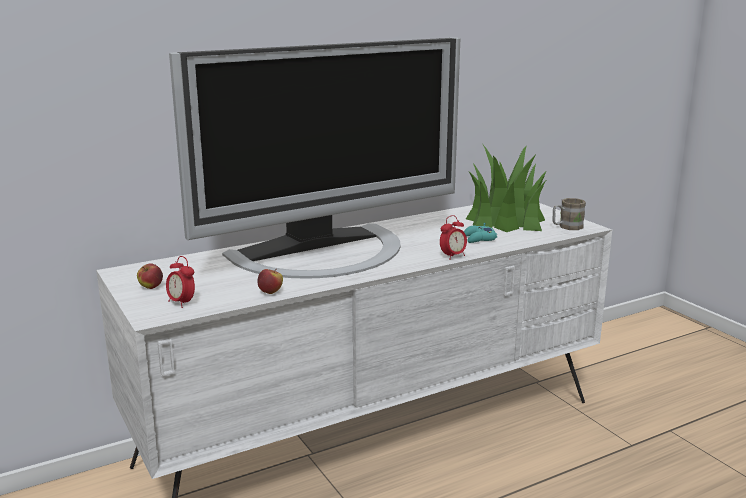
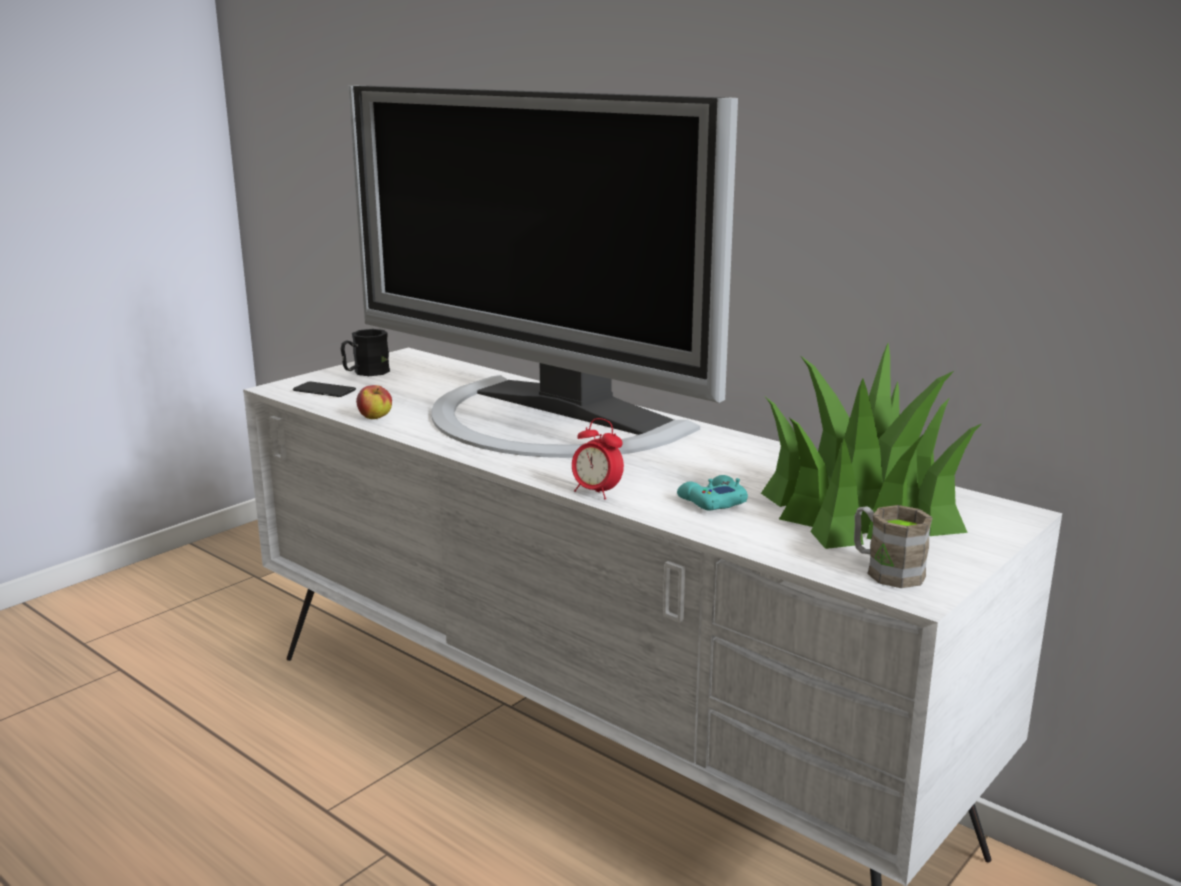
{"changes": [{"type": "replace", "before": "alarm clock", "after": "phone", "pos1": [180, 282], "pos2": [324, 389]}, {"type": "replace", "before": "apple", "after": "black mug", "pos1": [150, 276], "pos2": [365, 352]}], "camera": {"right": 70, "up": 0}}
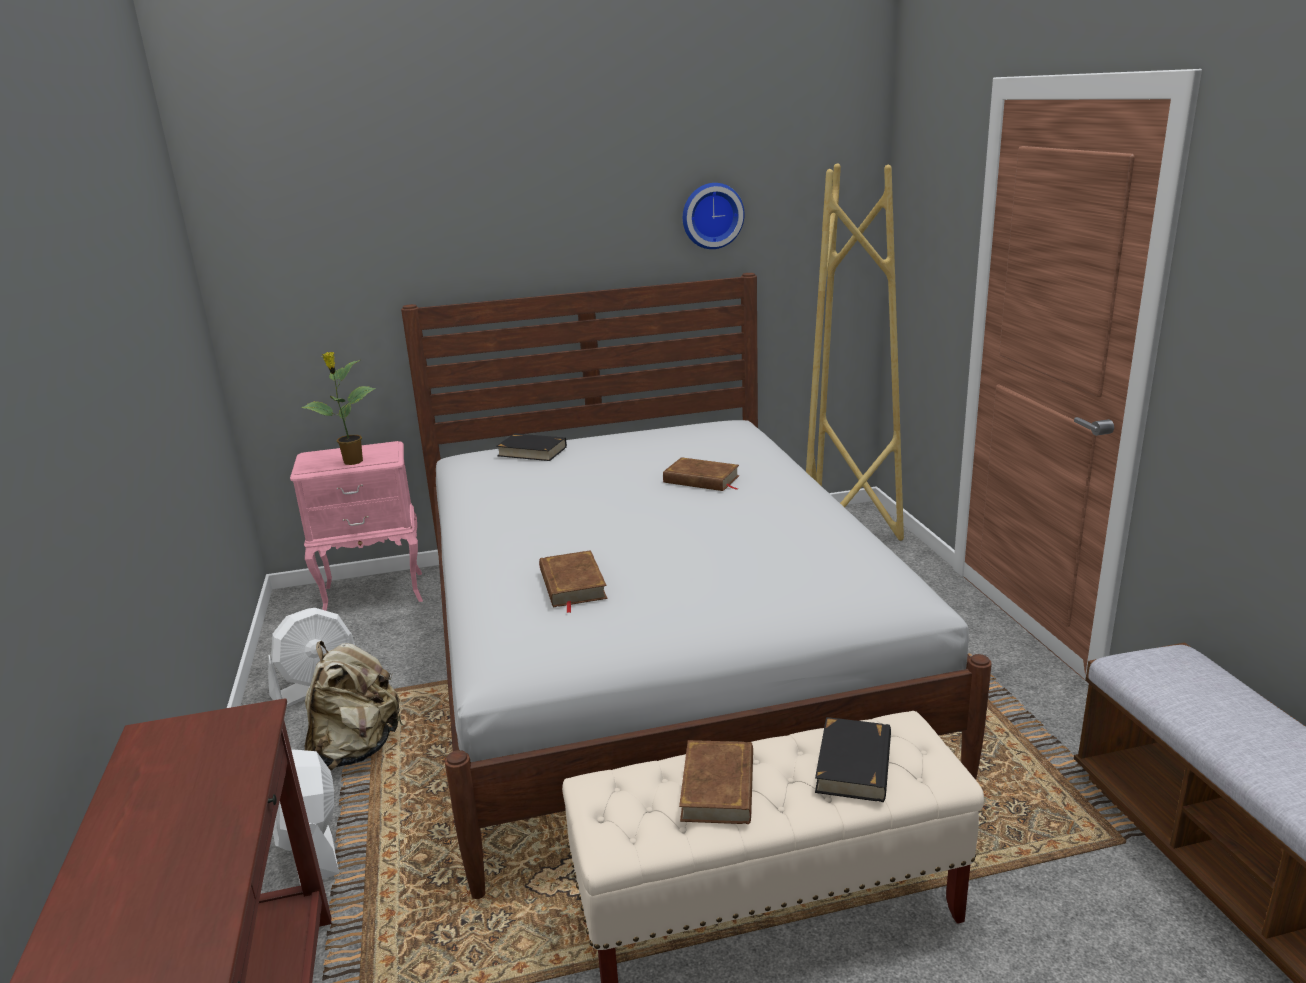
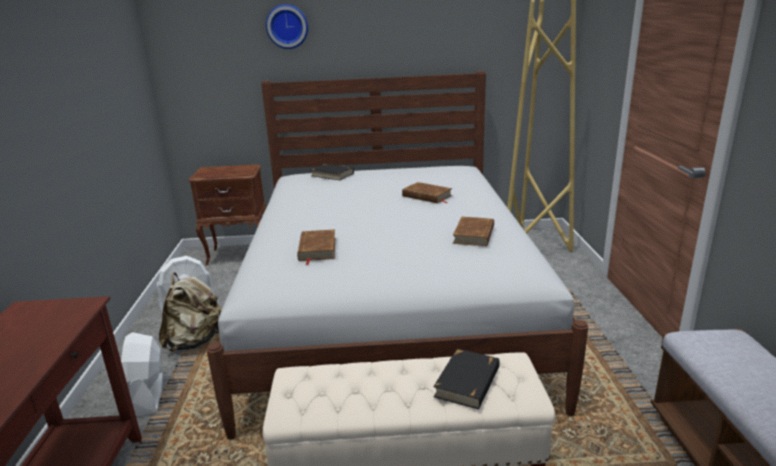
{"changes": [{"type": "recolor", "before": "pink nightstand", "after": "brown nightstand", "pos1": [356, 526], "pos2": [227, 215]}, {"type": "move", "before": "wall clock", "pos1": [713, 216], "pos2": [287, 26]}, {"type": "move", "before": "brown book", "pos1": [716, 782], "pos2": [473, 231]}, {"type": "delete", "before": "potted plant", "pos1": [338, 408]}], "camera": {"right": 10, "up": 0}}
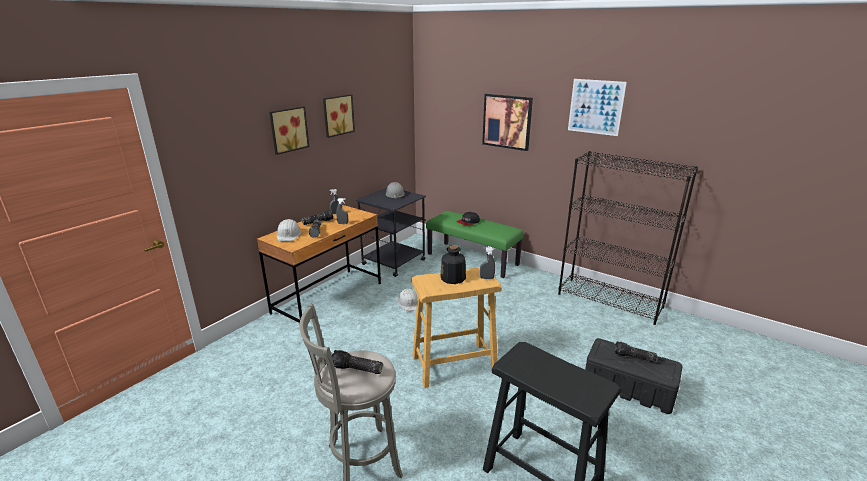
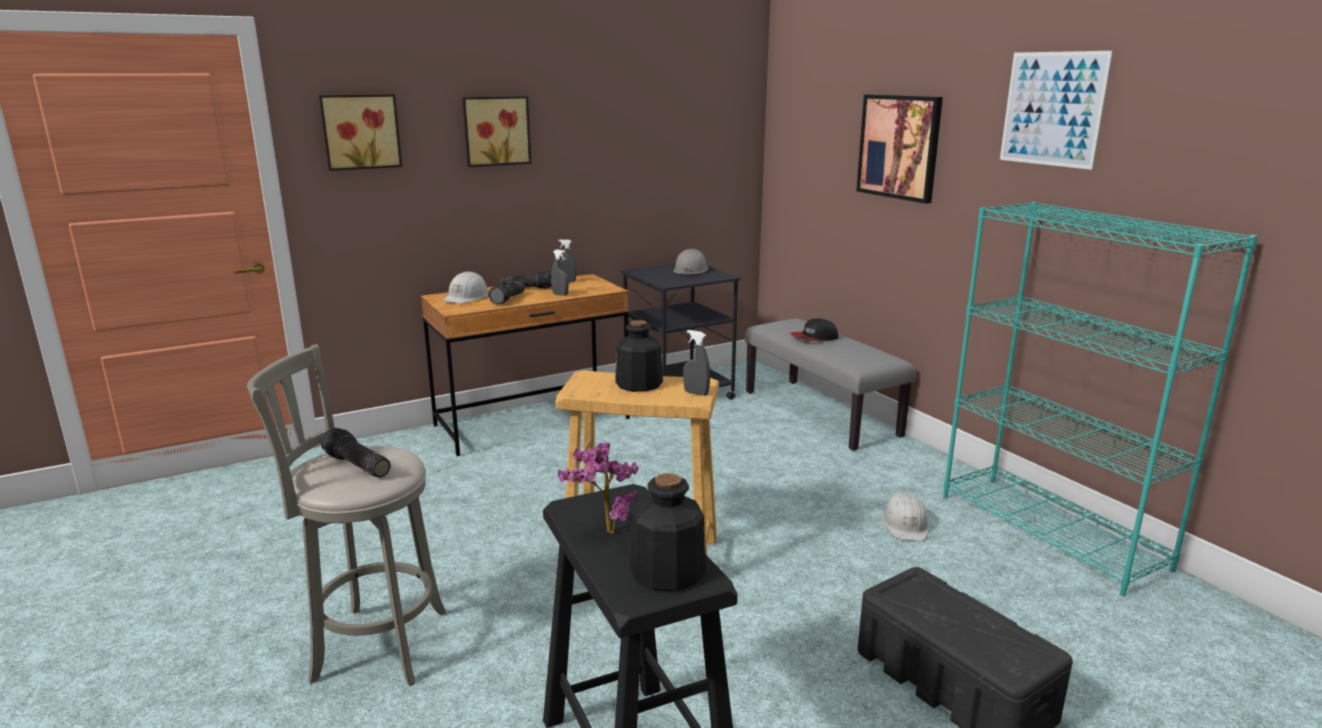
{"changes": [{"type": "move", "before": "picture", "pos1": [339, 116], "pos2": [360, 132]}, {"type": "insert", "after": "potted plant", "pos2": [598, 488]}, {"type": "insert", "after": "bottle", "pos2": [668, 532]}, {"type": "recolor", "before": "green bench", "after": "grey bench", "pos1": [475, 244], "pos2": [830, 384]}, {"type": "move", "before": "white hard hat", "pos1": [407, 300], "pos2": [905, 517]}, {"type": "recolor", "before": "black bookcase", "after": "turquoise bookcase", "pos1": [628, 238], "pos2": [1100, 399]}, {"type": "delete", "before": "flashlight", "pos1": [635, 351]}], "camera": {"right": 25, "up": -5}}
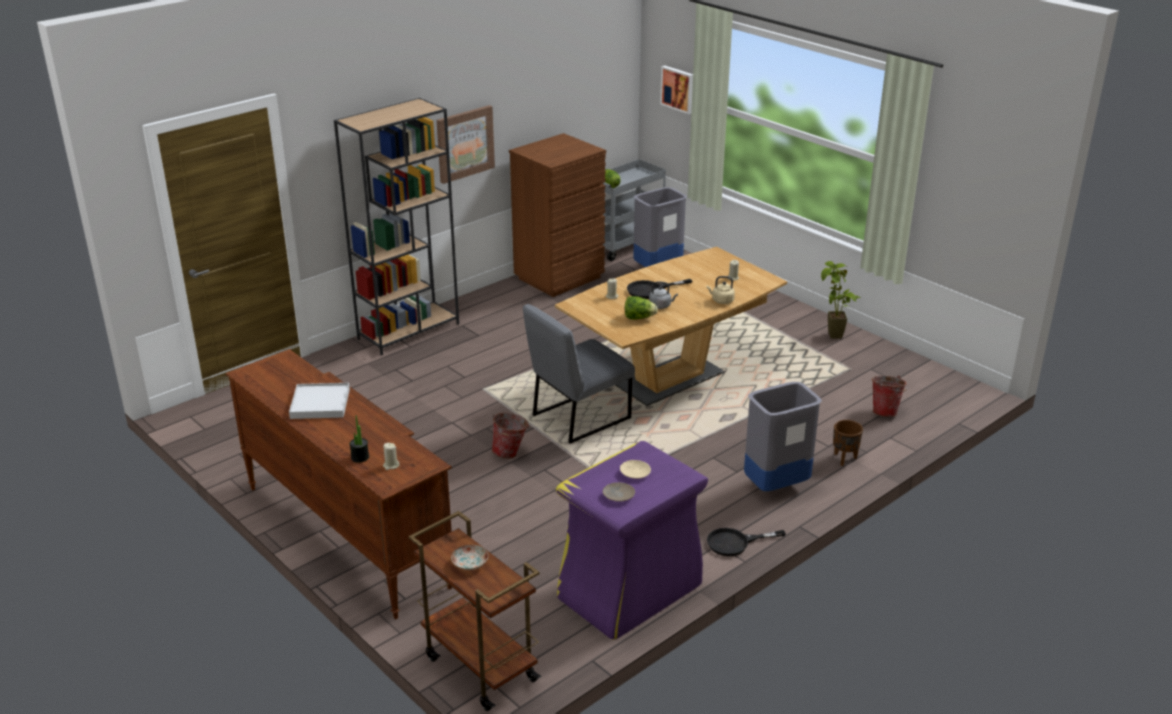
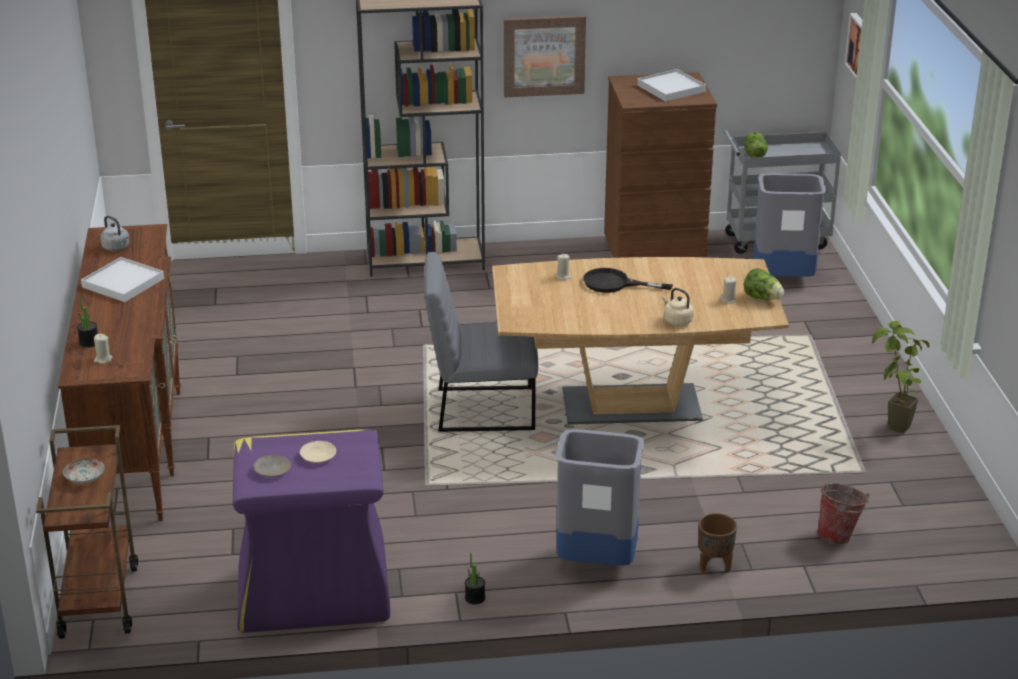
{"changes": [{"type": "move", "before": "grey kettle", "pos1": [663, 295], "pos2": [115, 233]}, {"type": "replace", "before": "black frying pan", "after": "potted plant", "pos1": [746, 542], "pos2": [475, 578]}, {"type": "insert", "after": "white tray", "pos2": [671, 85]}, {"type": "move", "before": "lettuce", "pos1": [641, 308], "pos2": [764, 284]}, {"type": "delete", "before": "bucket", "pos1": [510, 436]}], "camera": {"right": 35, "up": 0}}
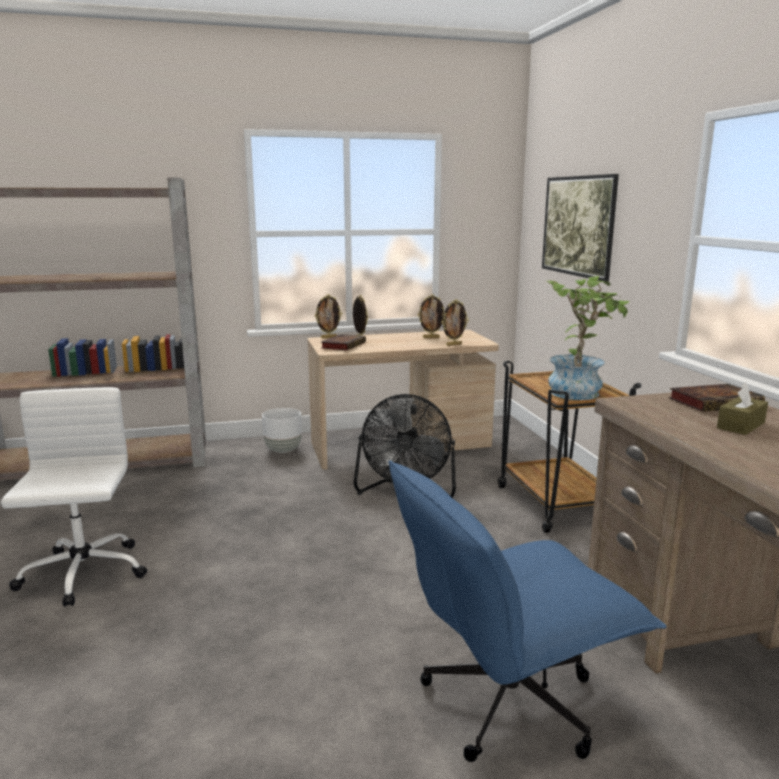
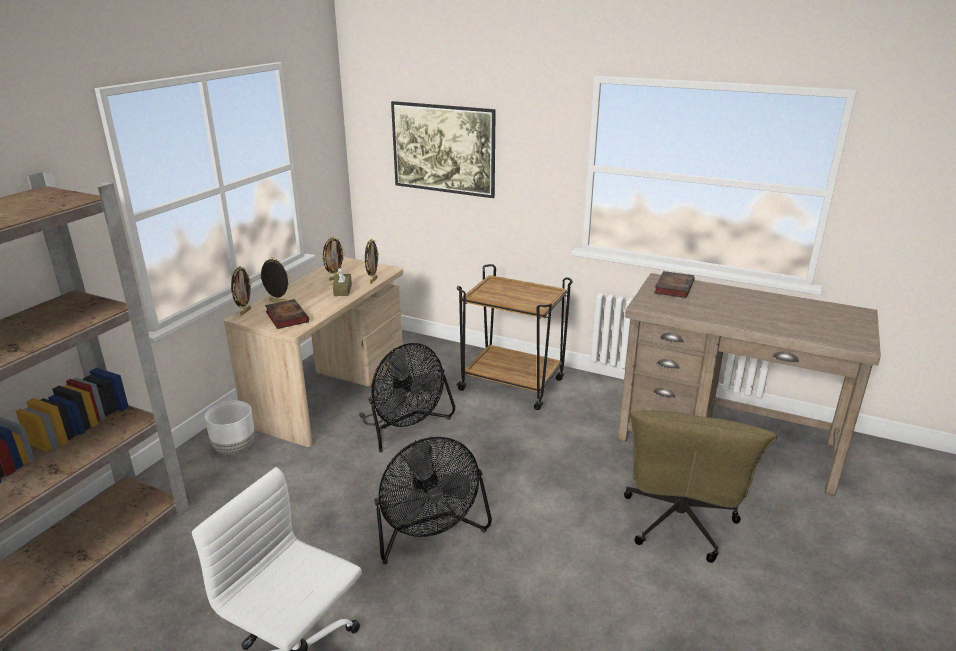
{"changes": [{"type": "move", "before": "brown tissue box", "pos1": [742, 408], "pos2": [342, 282]}, {"type": "insert", "after": "black fan", "pos2": [433, 500]}, {"type": "recolor", "before": "blue office chair", "after": "beige office chair", "pos1": [527, 611], "pos2": [700, 486]}, {"type": "delete", "before": "potted plant", "pos1": [588, 338]}], "camera": {"right": -50, "up": 10}}
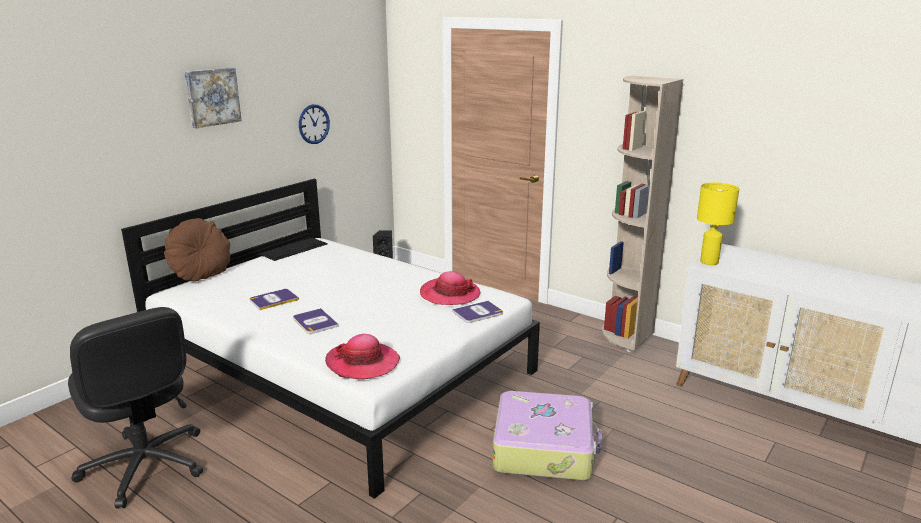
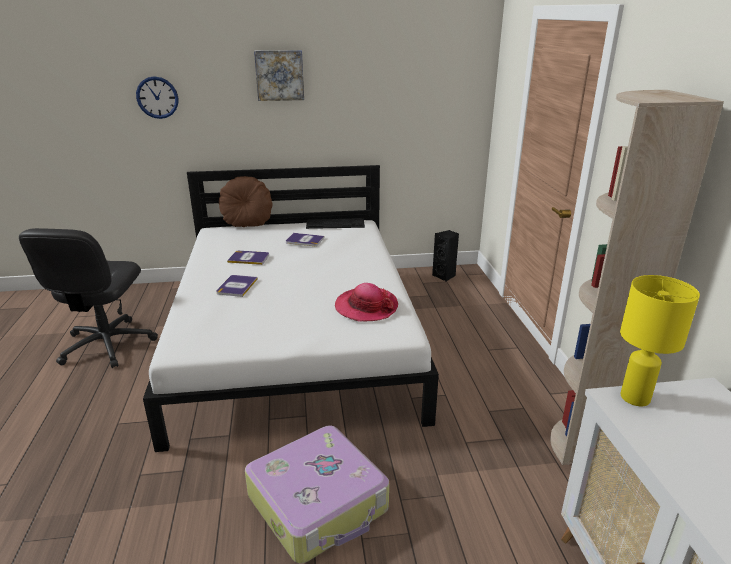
{"changes": [{"type": "move", "before": "wall clock", "pos1": [314, 124], "pos2": [157, 97]}, {"type": "move", "before": "book", "pos1": [477, 312], "pos2": [305, 239]}, {"type": "delete", "before": "hat", "pos1": [362, 356]}], "camera": {"right": 45, "up": 5}}
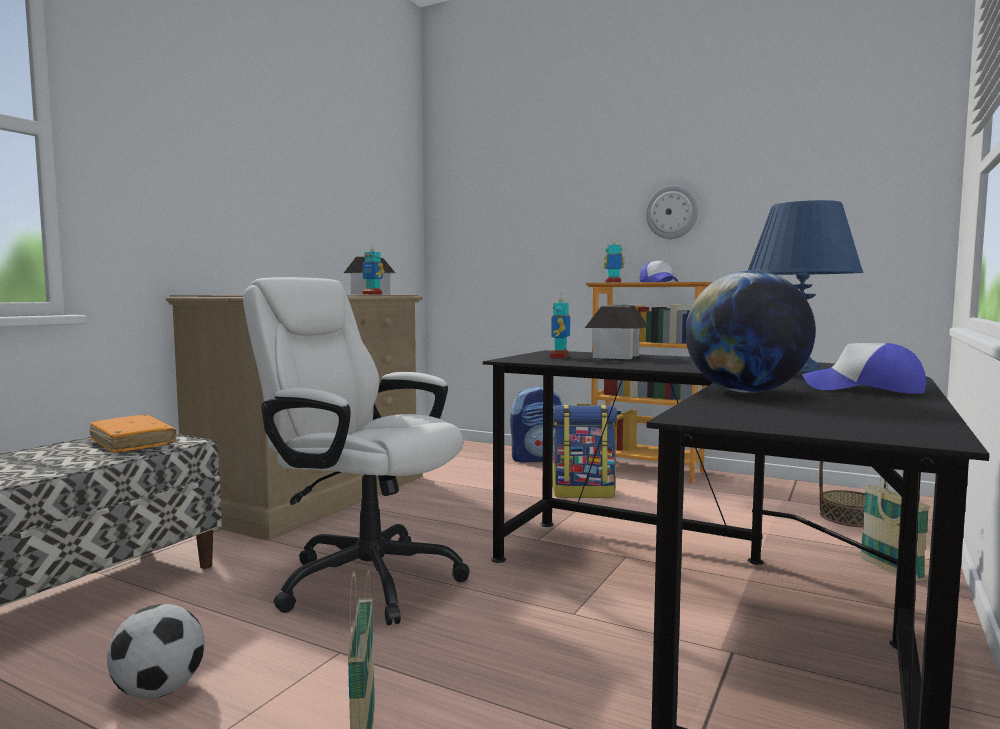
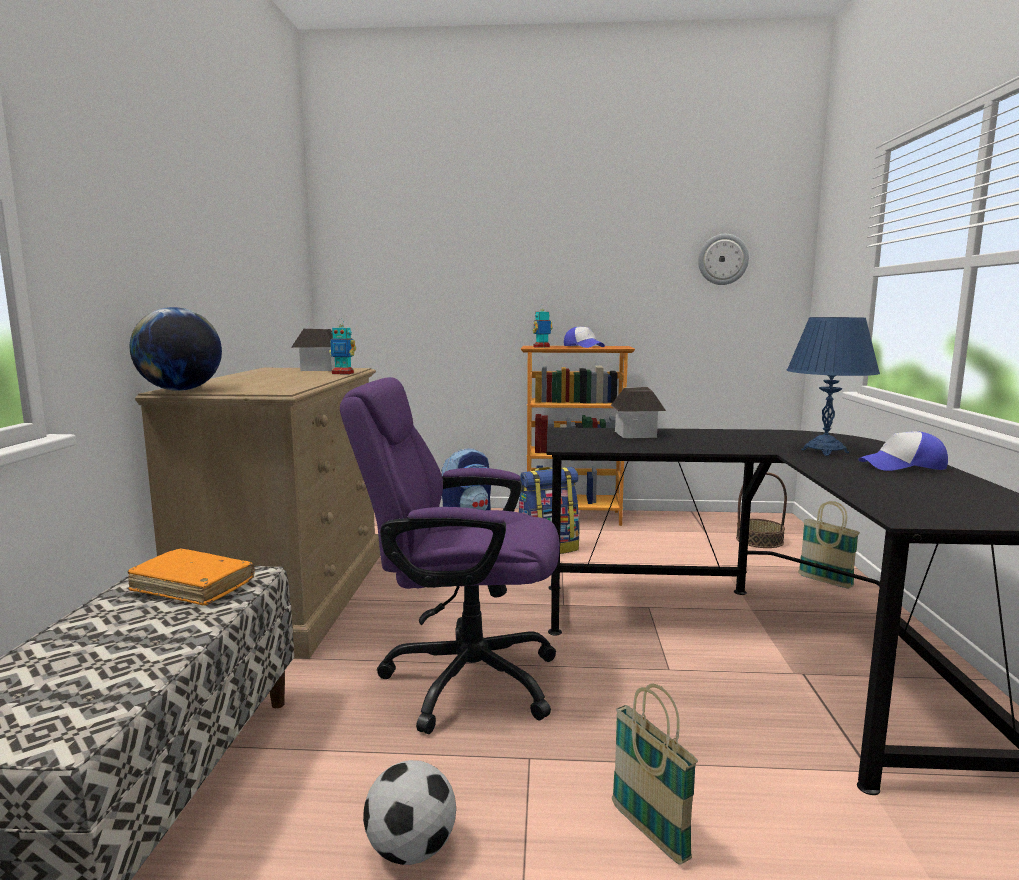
{"changes": [{"type": "move", "before": "globe", "pos1": [750, 331], "pos2": [176, 349]}, {"type": "recolor", "before": "white office chair", "after": "purple office chair", "pos1": [356, 451], "pos2": [450, 555]}, {"type": "move", "before": "wall clock", "pos1": [672, 212], "pos2": [723, 259]}, {"type": "delete", "before": "toy robot", "pos1": [560, 325]}], "camera": {"right": -25, "up": 5}}
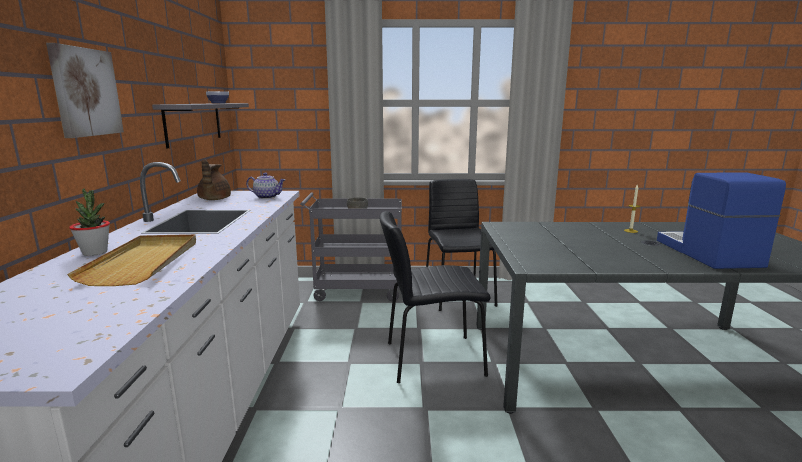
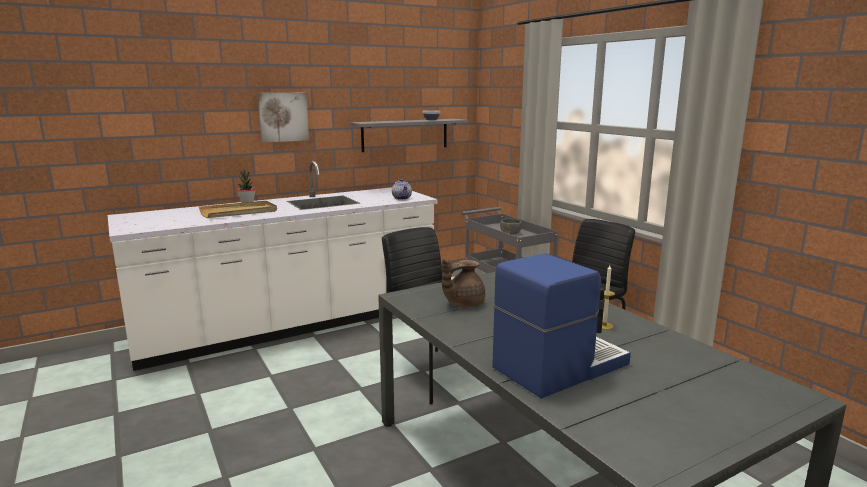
{"changes": [{"type": "move", "before": "brown teapot", "pos1": [214, 180], "pos2": [463, 283]}], "camera": {"right": 60, "up": 0}}
